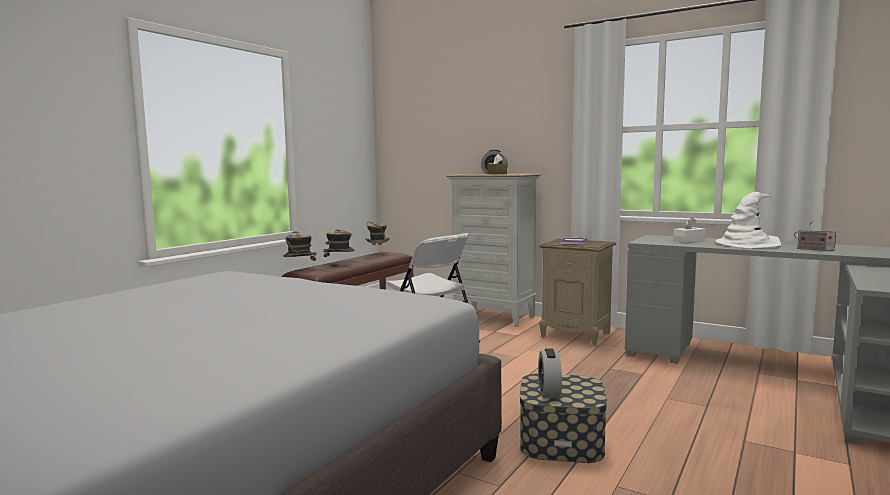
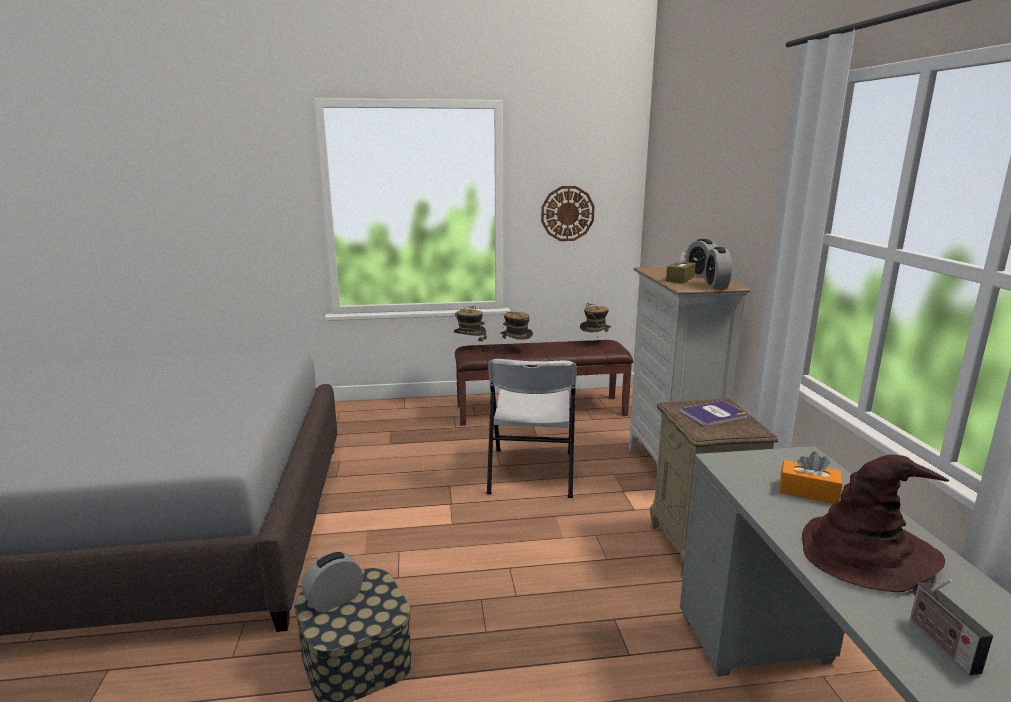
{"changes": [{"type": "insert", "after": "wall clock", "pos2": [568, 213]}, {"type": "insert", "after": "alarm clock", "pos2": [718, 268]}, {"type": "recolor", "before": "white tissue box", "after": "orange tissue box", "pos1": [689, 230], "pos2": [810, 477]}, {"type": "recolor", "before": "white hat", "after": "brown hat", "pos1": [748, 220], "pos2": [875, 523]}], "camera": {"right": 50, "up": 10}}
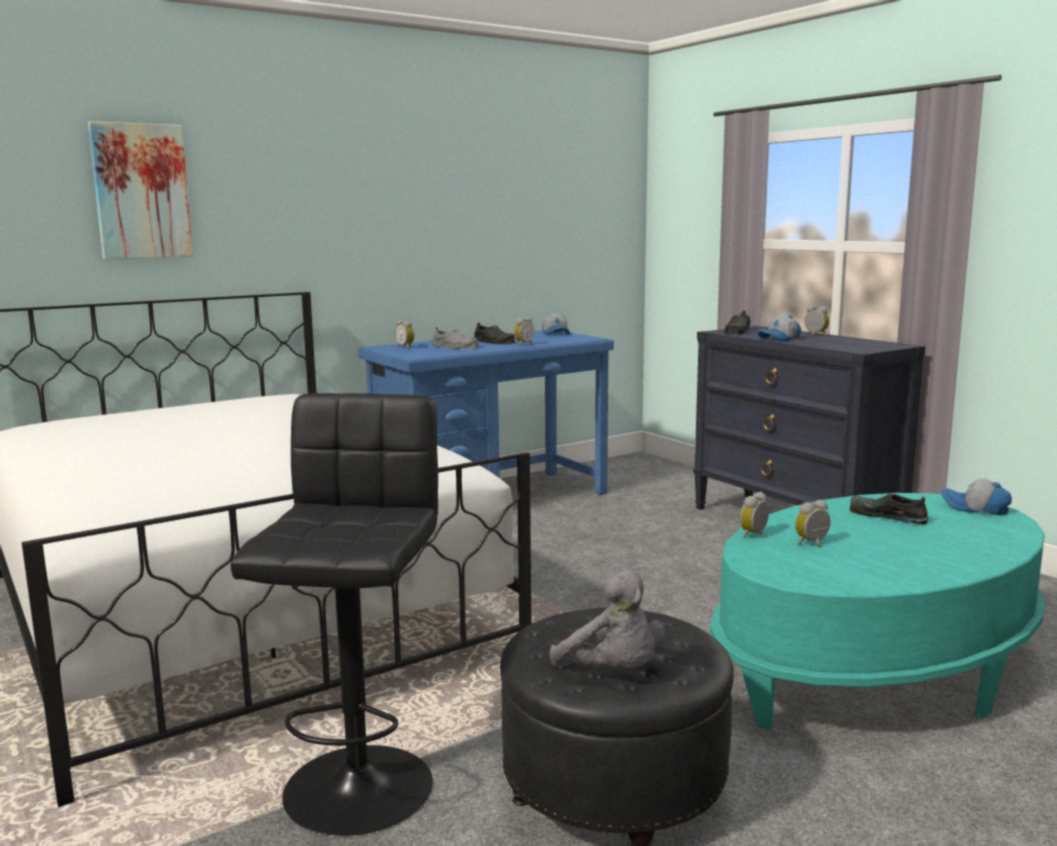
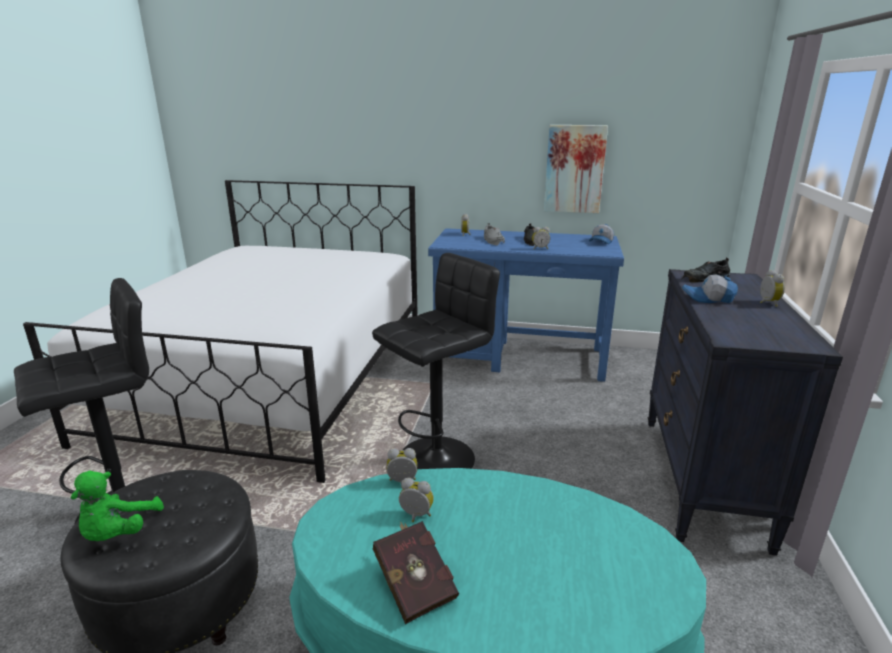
{"changes": [{"type": "recolor", "before": "grey plush toy", "after": "green plush toy", "pos1": [607, 619], "pos2": [117, 505]}, {"type": "insert", "after": "black stool", "pos2": [436, 361]}, {"type": "insert", "after": "red book", "pos2": [415, 572]}, {"type": "move", "before": "picture", "pos1": [140, 190], "pos2": [576, 169]}, {"type": "delete", "before": "black shoe", "pos1": [889, 509]}, {"type": "delete", "before": "cap", "pos1": [976, 497]}], "camera": {"right": 45, "up": 10}}
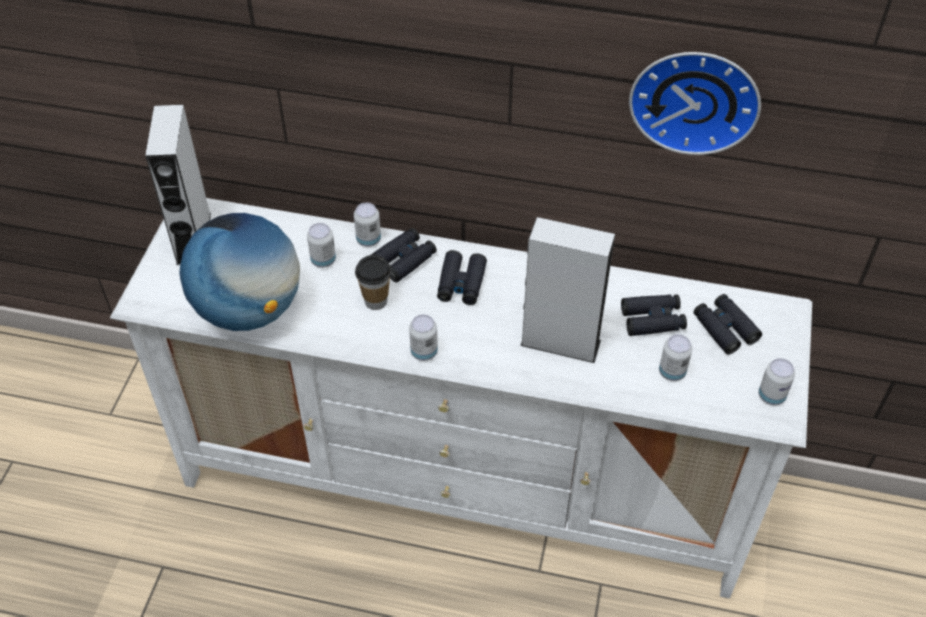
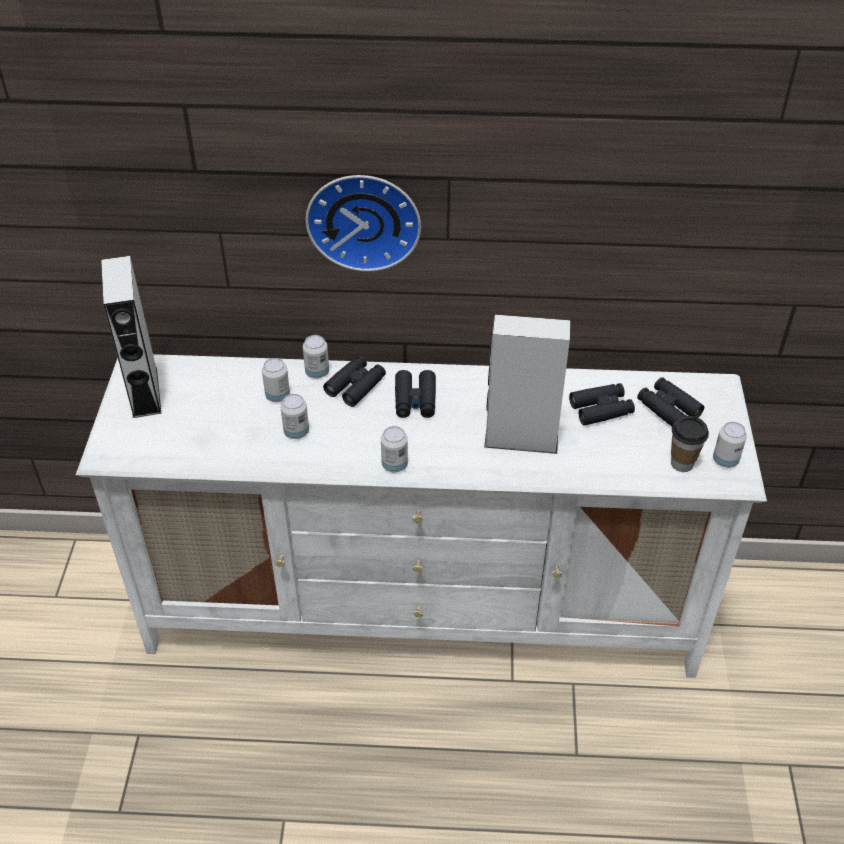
{"changes": [{"type": "move", "before": "can", "pos1": [675, 357], "pos2": [294, 416]}, {"type": "move", "before": "wall clock", "pos1": [695, 103], "pos2": [363, 223]}, {"type": "move", "before": "cup", "pos1": [373, 282], "pos2": [690, 444]}, {"type": "delete", "before": "globe", "pos1": [239, 272]}], "camera": {"right": -10, "up": -5}}
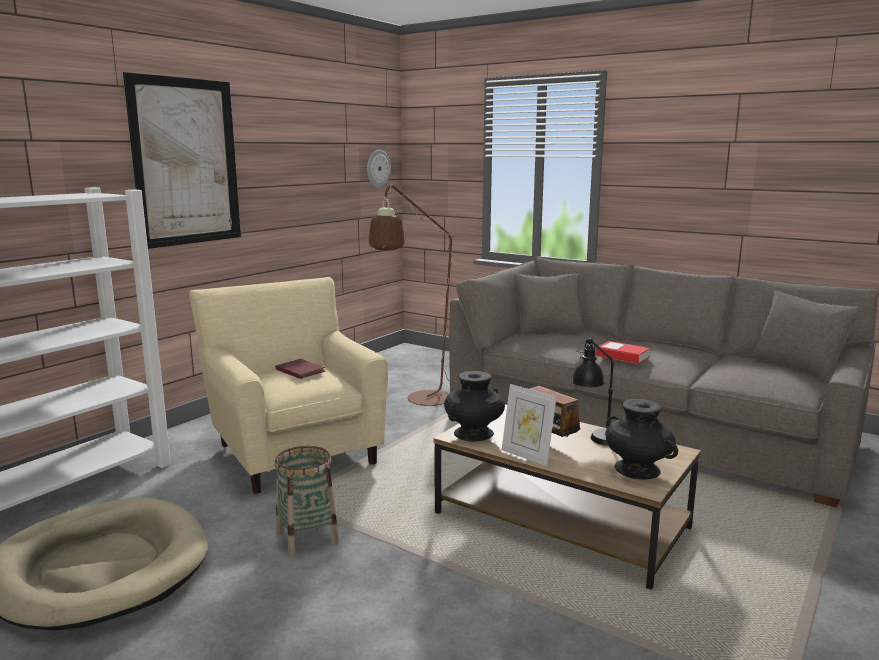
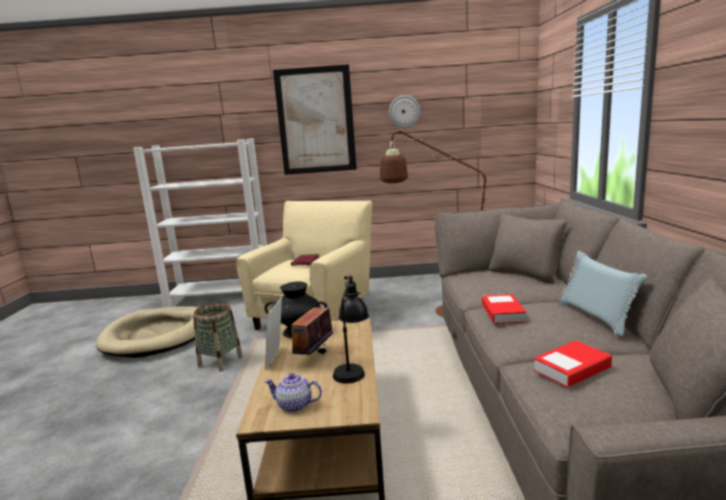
{"changes": [{"type": "replace", "before": "black vase", "after": "teapot", "pos1": [642, 439], "pos2": [293, 392]}, {"type": "move", "before": "wall clock", "pos1": [379, 169], "pos2": [404, 111]}, {"type": "insert", "after": "book", "pos2": [572, 364]}, {"type": "insert", "after": "blue pillow", "pos2": [602, 294]}], "camera": {"right": 55, "up": 0}}
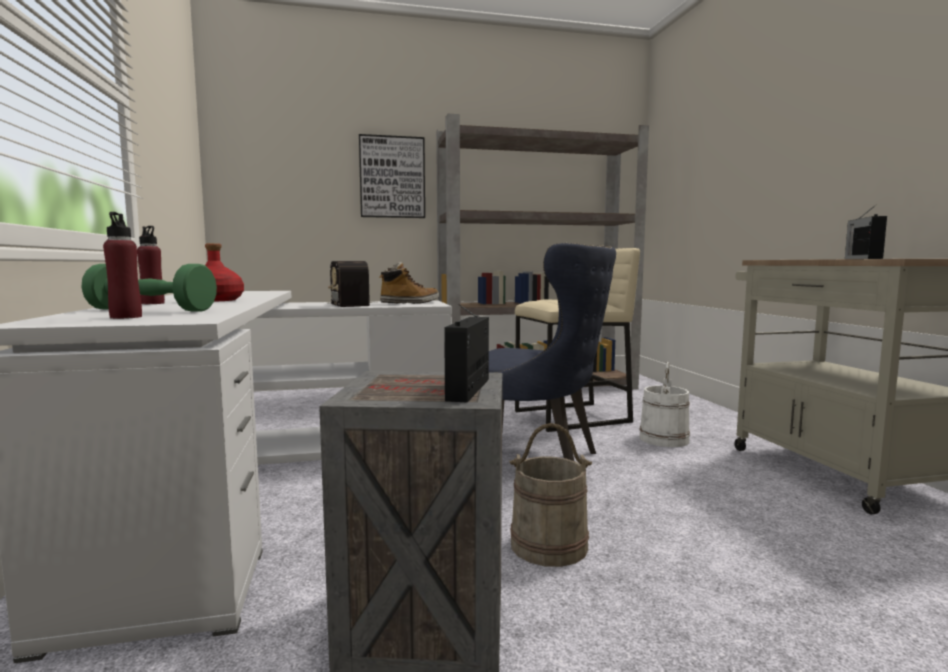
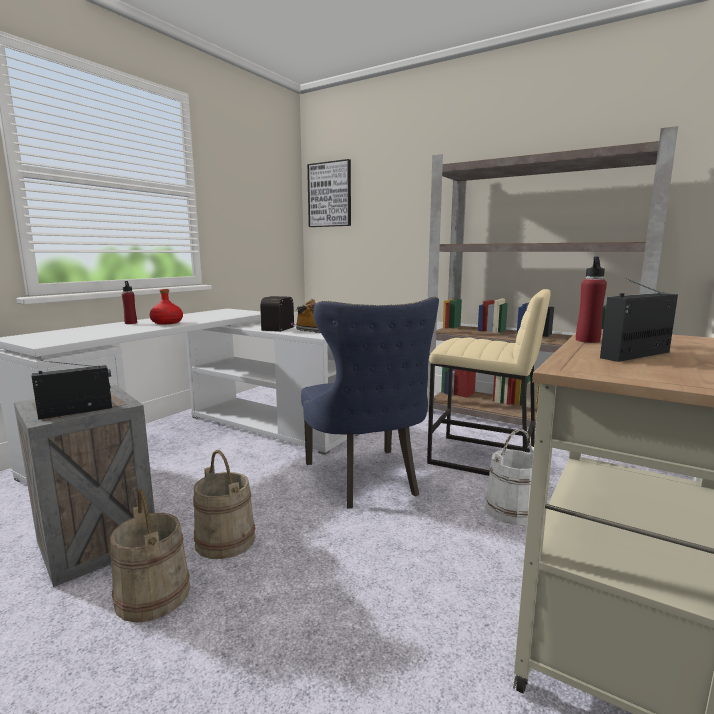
{"changes": [{"type": "insert", "after": "beige bucket", "pos2": [150, 556]}, {"type": "move", "before": "picture", "pos1": [392, 176], "pos2": [329, 193]}, {"type": "move", "before": "red bottle", "pos1": [122, 265], "pos2": [591, 299]}, {"type": "delete", "before": "green dumbbell", "pos1": [149, 288]}], "camera": {"right": 45, "up": 5}}
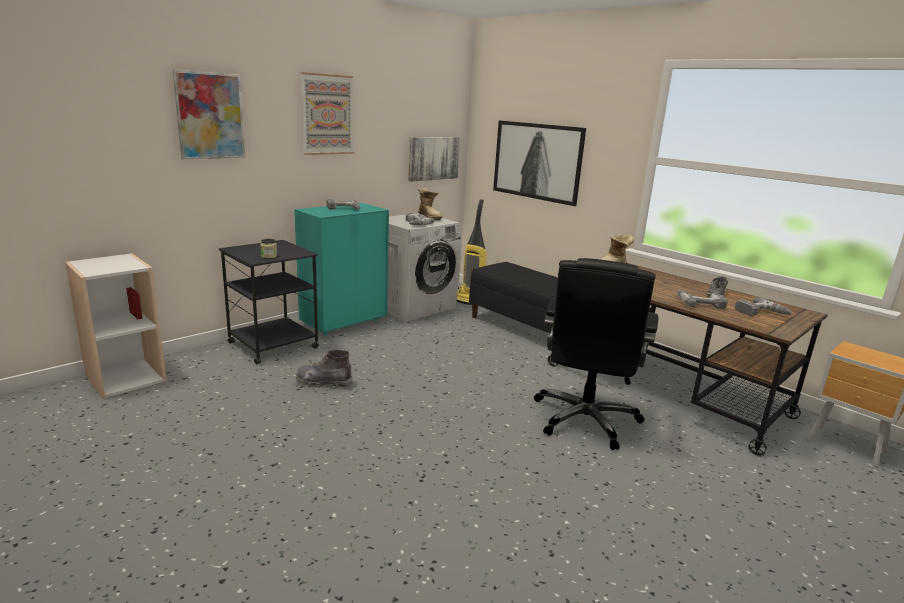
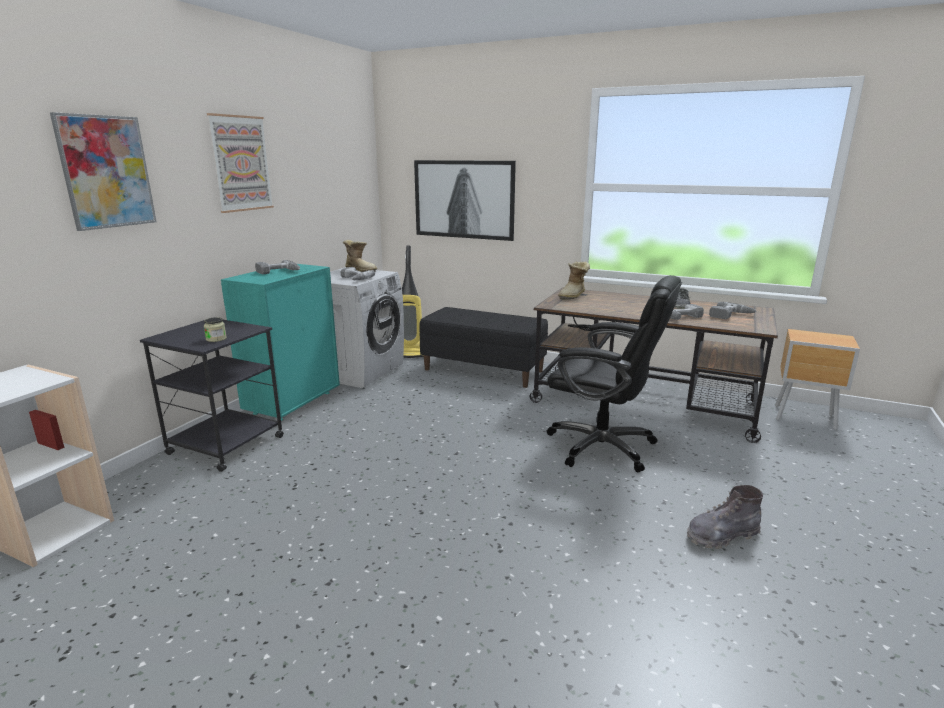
{"changes": [{"type": "rotate", "before": "black office chair", "pos1": [596, 354], "pos2": [614, 373], "turn": -60}, {"type": "move", "before": "grey boot", "pos1": [324, 369], "pos2": [725, 517]}, {"type": "delete", "before": "picture", "pos1": [434, 159]}], "camera": {"right": -20, "up": 0}}
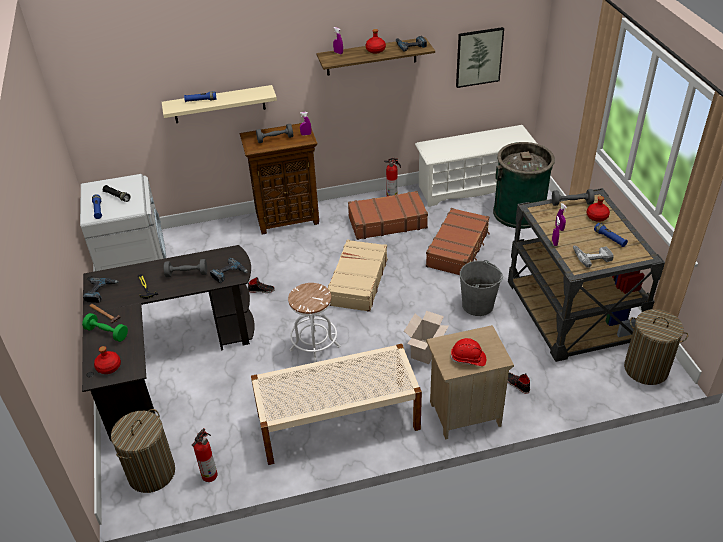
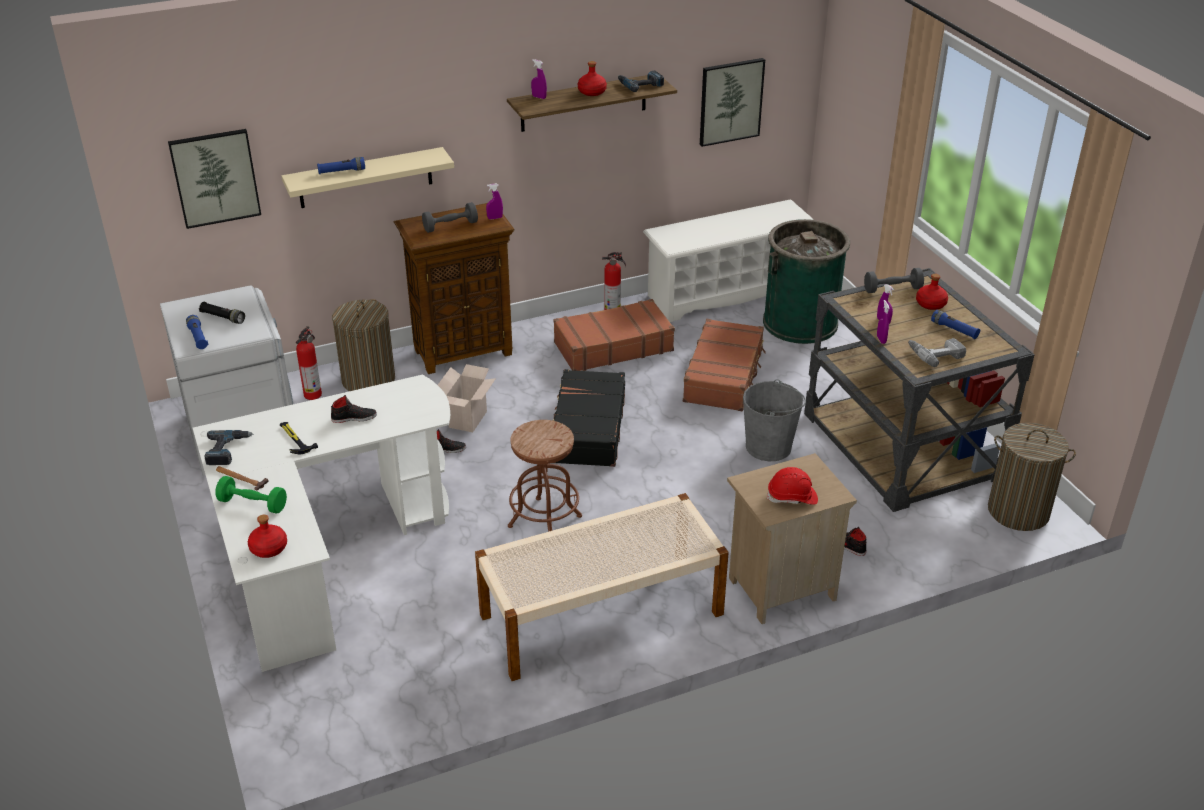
{"changes": [{"type": "insert", "after": "picture", "pos2": [214, 179]}, {"type": "recolor", "before": "black desk", "after": "white desk", "pos1": [168, 343], "pos2": [321, 523]}, {"type": "move", "before": "fire extinguisher", "pos1": [205, 455], "pos2": [309, 363]}, {"type": "replace", "before": "grey dumbbell", "after": "black shoe", "pos1": [185, 268], "pos2": [354, 409]}, {"type": "move", "before": "laundry basket", "pos1": [143, 451], "pos2": [363, 345]}, {"type": "move", "before": "cardboard box", "pos1": [426, 337], "pos2": [467, 398]}, {"type": "recolor", "before": "white stool", "after": "brown stool", "pos1": [314, 323], "pos2": [545, 476]}, {"type": "recolor", "before": "beige suitcase", "after": "black suitcase", "pos1": [357, 276], "pos2": [589, 418]}, {"type": "delete", "before": "power drill", "pos1": [229, 270]}], "camera": {"right": -10, "up": -5}}
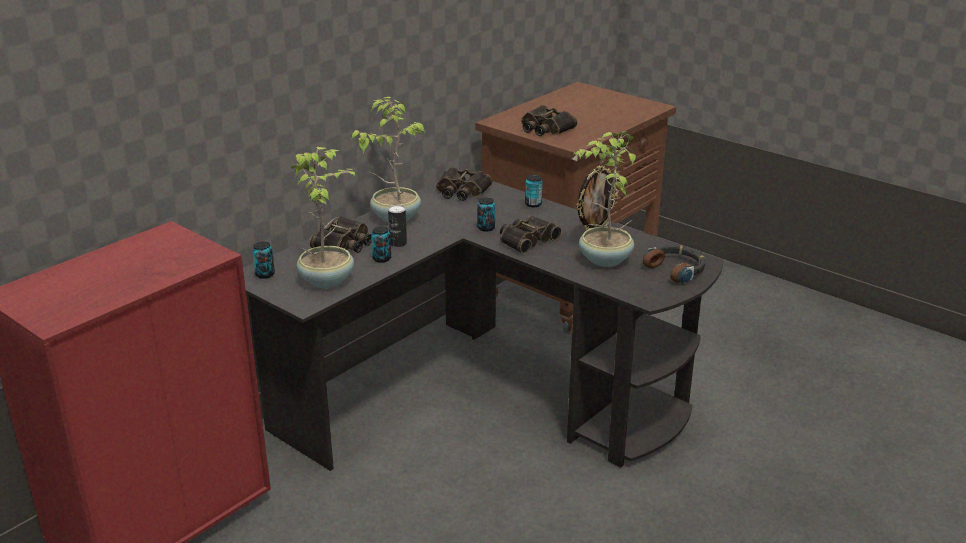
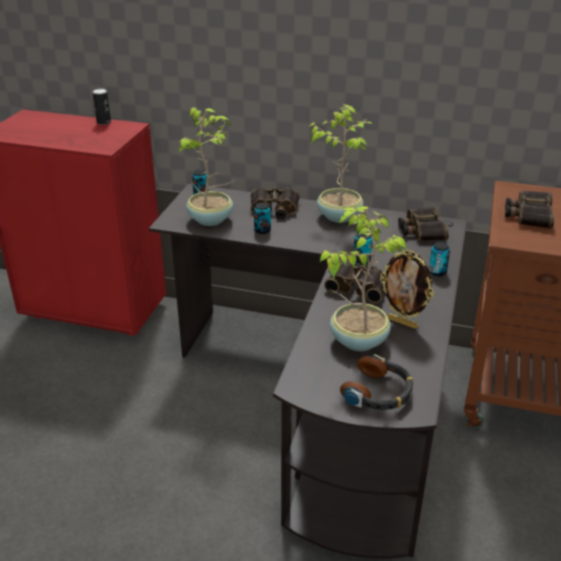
{"changes": [{"type": "move", "before": "can", "pos1": [397, 226], "pos2": [101, 106]}], "camera": {"right": 65, "up": 5}}
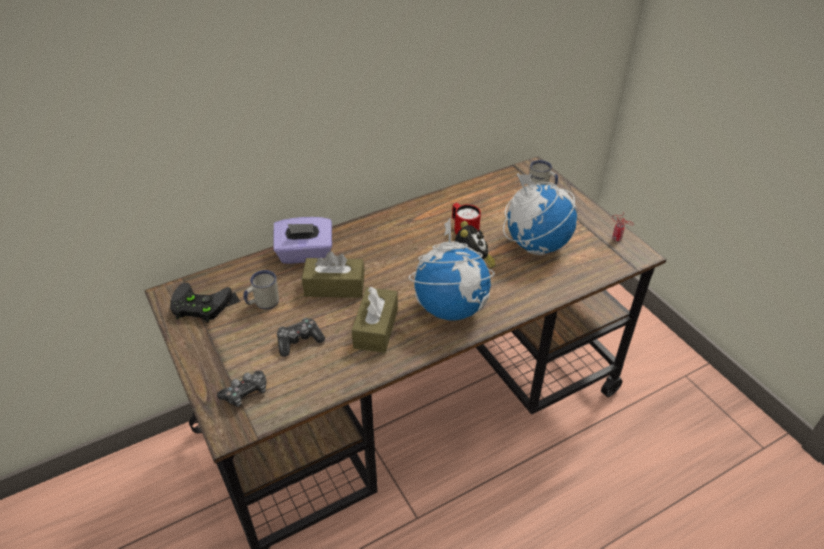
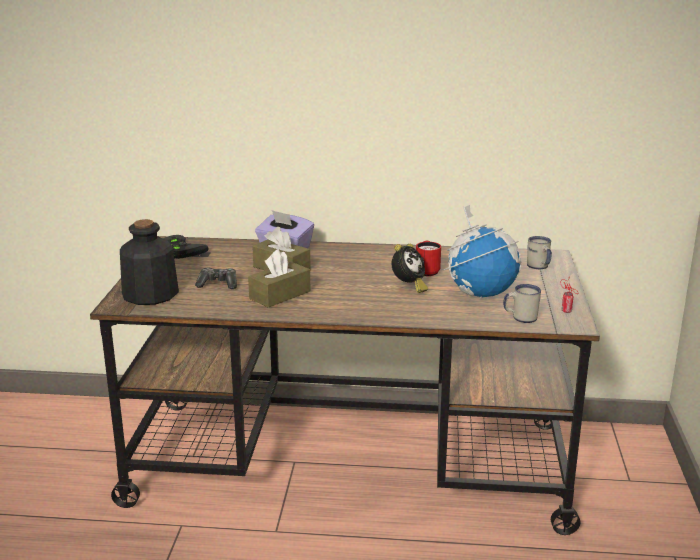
{"changes": [{"type": "replace", "before": "game controller", "after": "bottle", "pos1": [242, 389], "pos2": [149, 262]}, {"type": "move", "before": "white mug", "pos1": [261, 289], "pos2": [522, 303]}, {"type": "delete", "before": "globe", "pos1": [451, 269]}], "camera": {"right": 35, "up": -20}}
